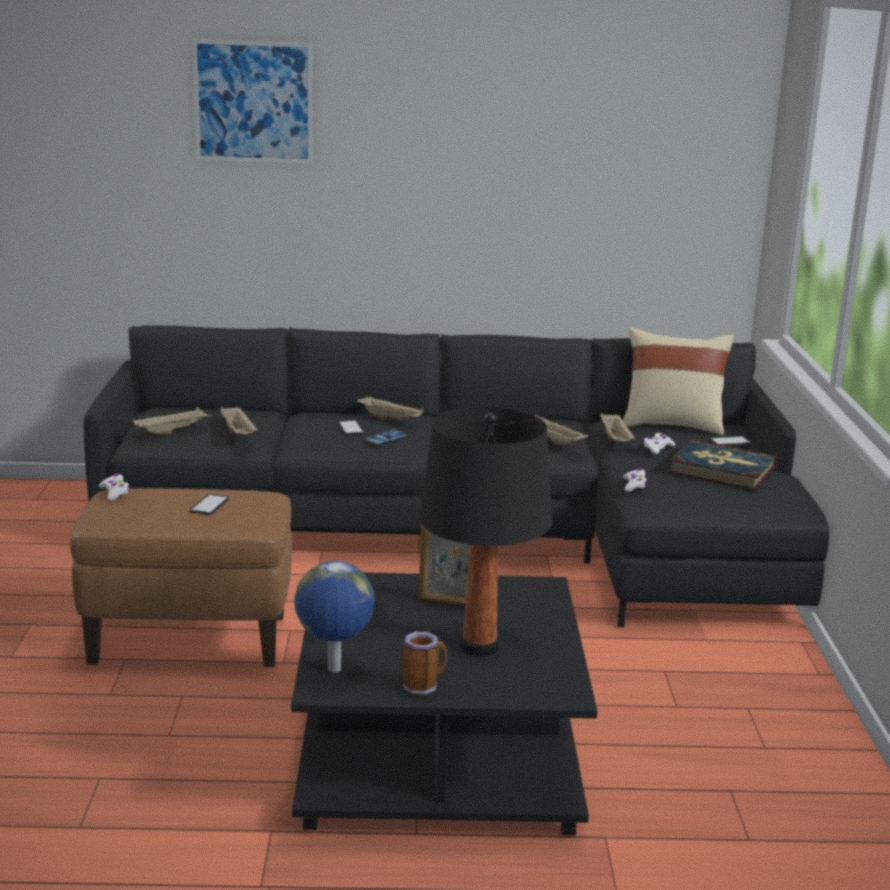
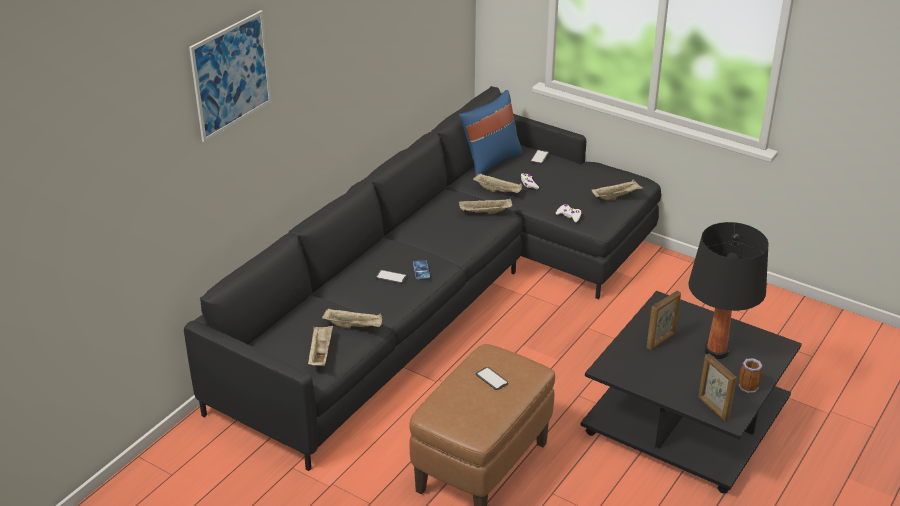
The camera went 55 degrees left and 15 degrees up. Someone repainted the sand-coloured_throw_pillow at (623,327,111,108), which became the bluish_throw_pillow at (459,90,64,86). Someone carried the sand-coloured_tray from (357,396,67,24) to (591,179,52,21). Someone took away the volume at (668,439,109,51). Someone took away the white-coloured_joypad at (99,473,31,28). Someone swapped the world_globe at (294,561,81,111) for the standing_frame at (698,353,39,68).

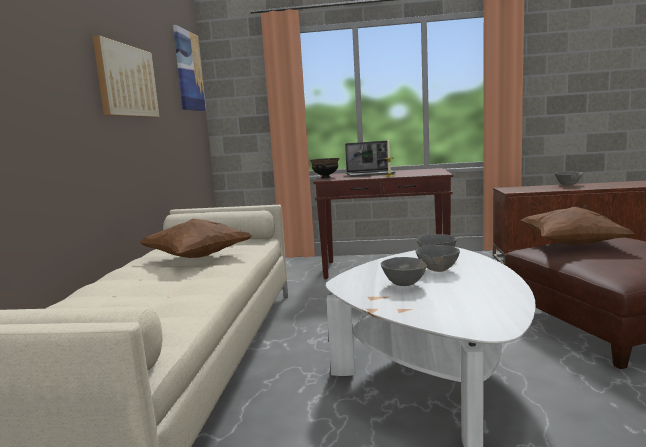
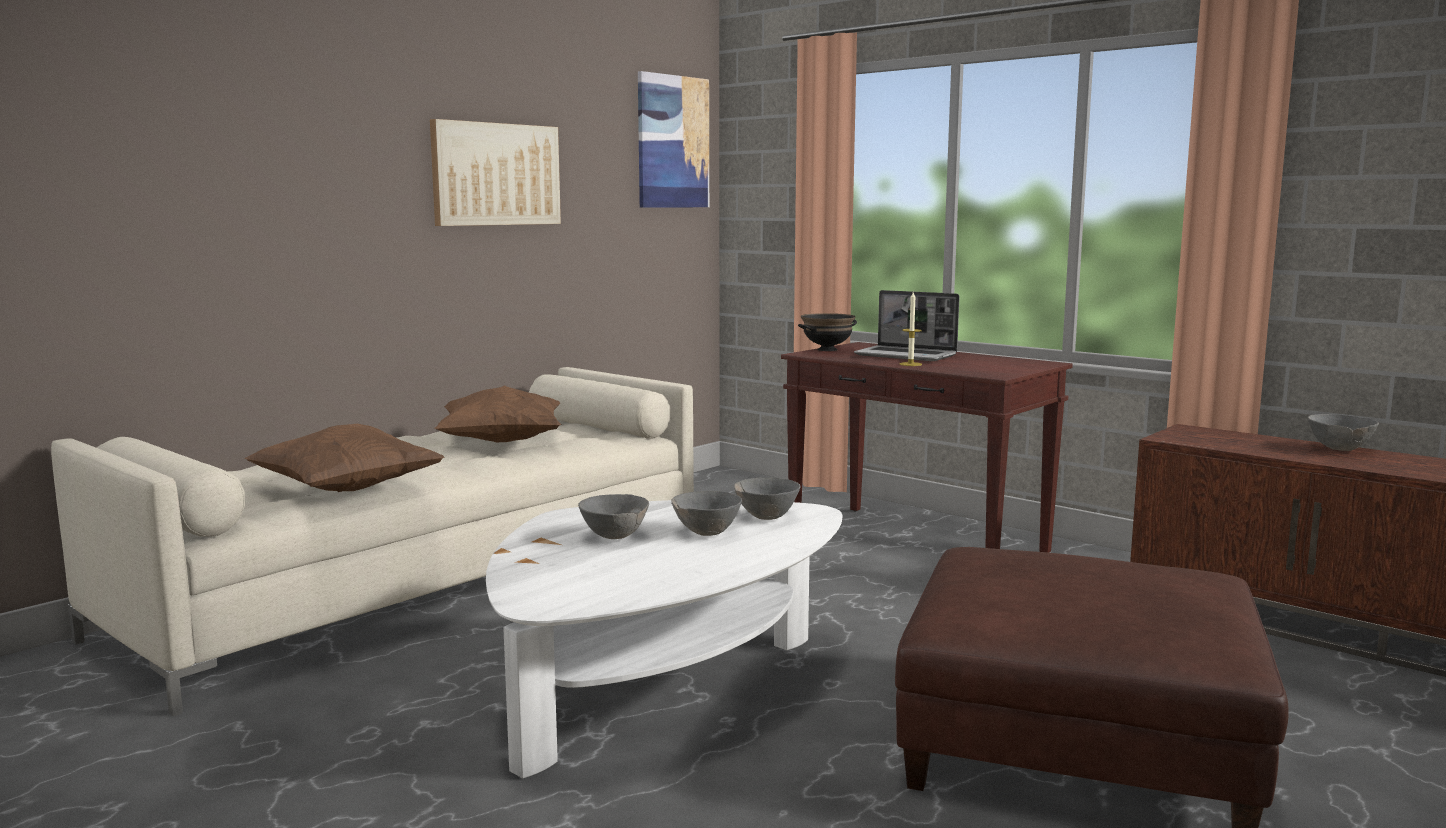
The camera went 35 degrees right and 0 degrees up. Someone carried the brownish_throw_pillow from (521,206,114,39) to (245,424,200,68).

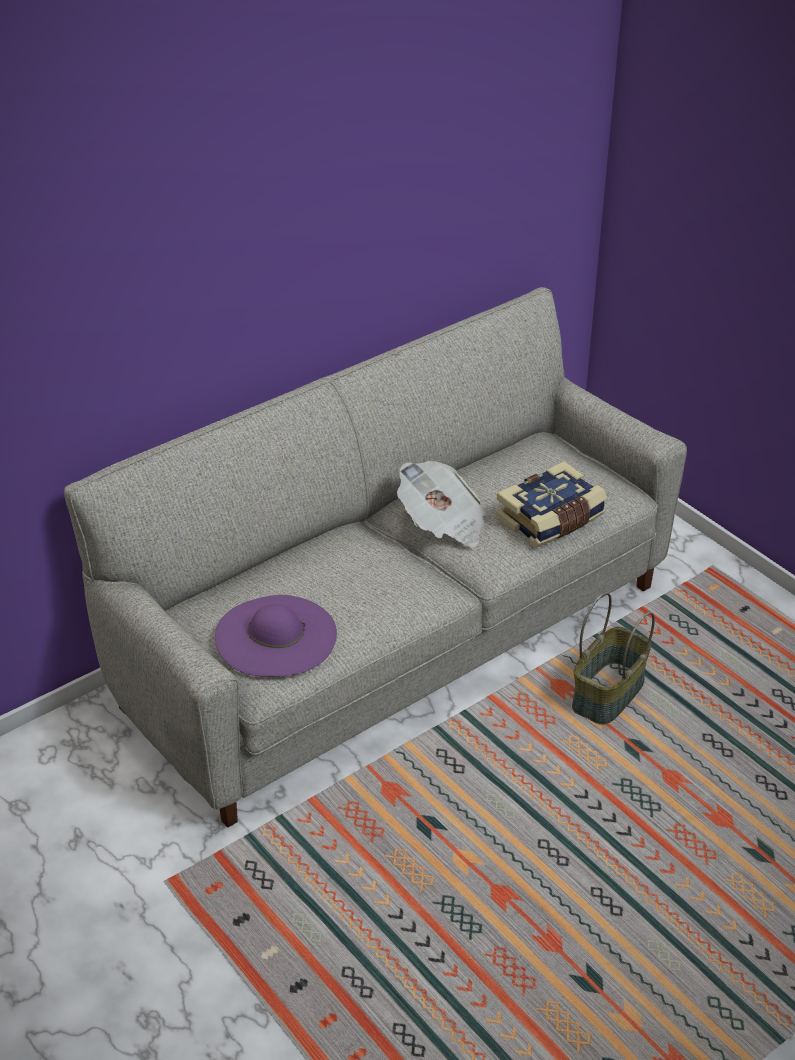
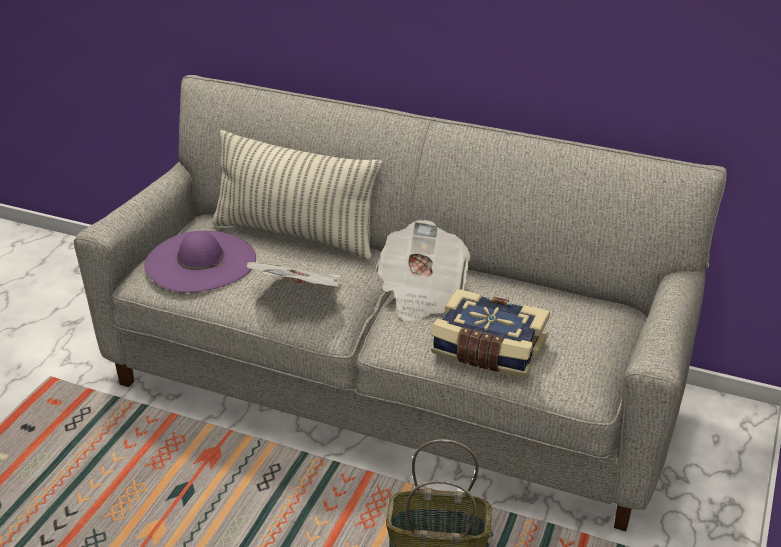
The camera went 60 degrees right and 5 degrees down. Someone put down the throw_pillow at (212,130,170,130). Someone put down the printed_paper at (247,262,95,25).

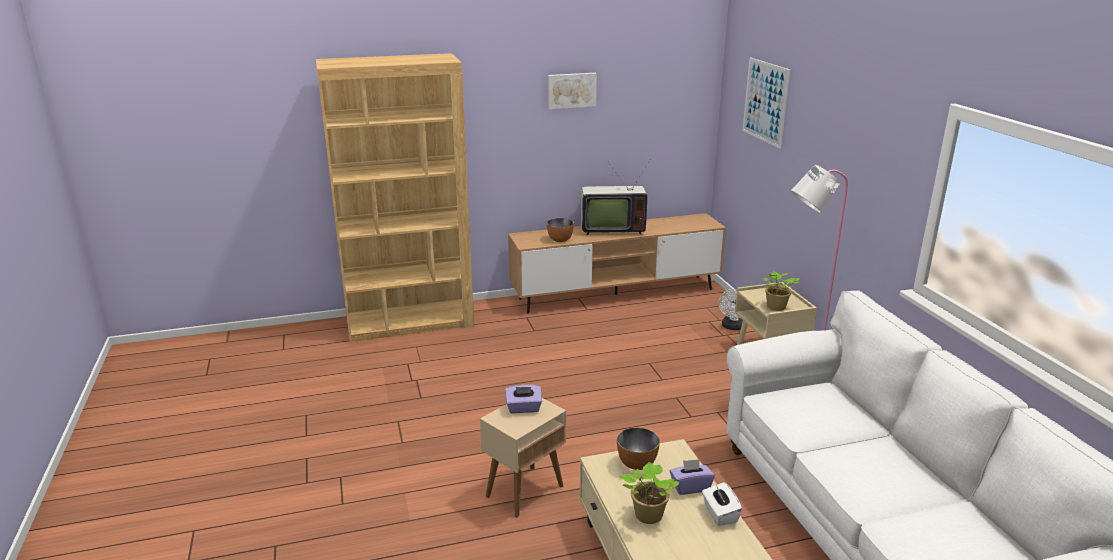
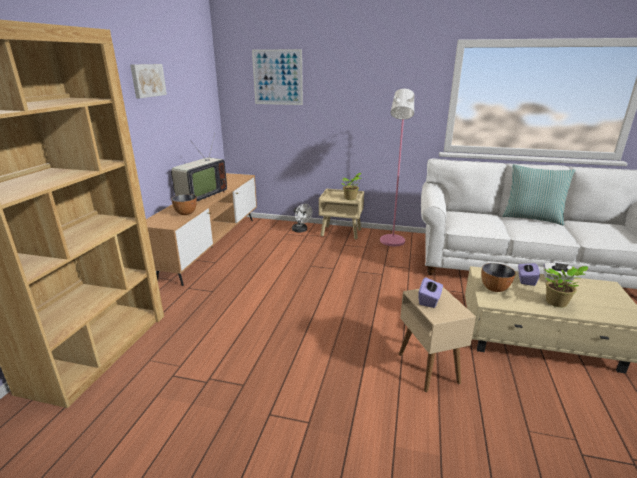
The camera went 60 degrees left and 0 degrees up. Someone put down the throw_pillow at (502,164,73,62).

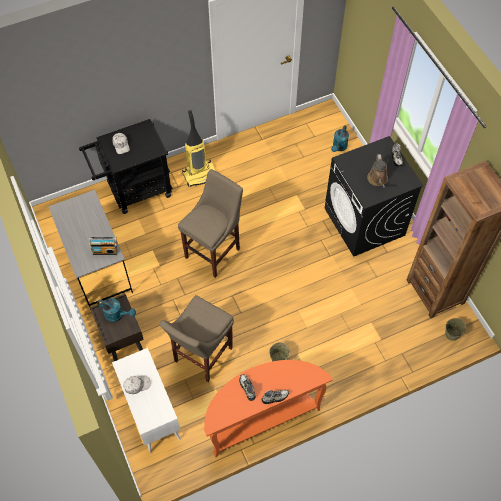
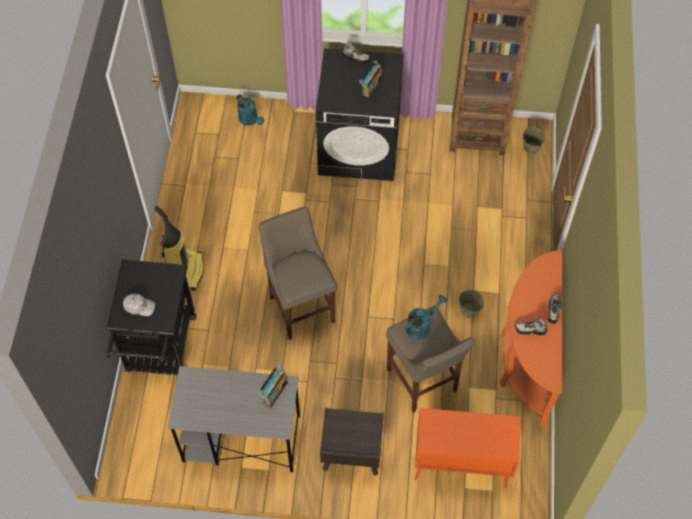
The camera went 60 degrees left and 0 degrees up. Someone swapped the brownish_sprinkling_can at (367,154,21,34) for the radio_set at (359,60,24,39). Someone carried the turquoise-coloured_sprinkling_can from (97,298,39,24) to (405,295,42,45). Someone repainted the white-coloured_storage_cabinet at (112,348,69,105), which became the orangey_storage_cabinet at (415,408,105,81). Someone took away the white-coloured_baseball_cap at (123,375,28,19).

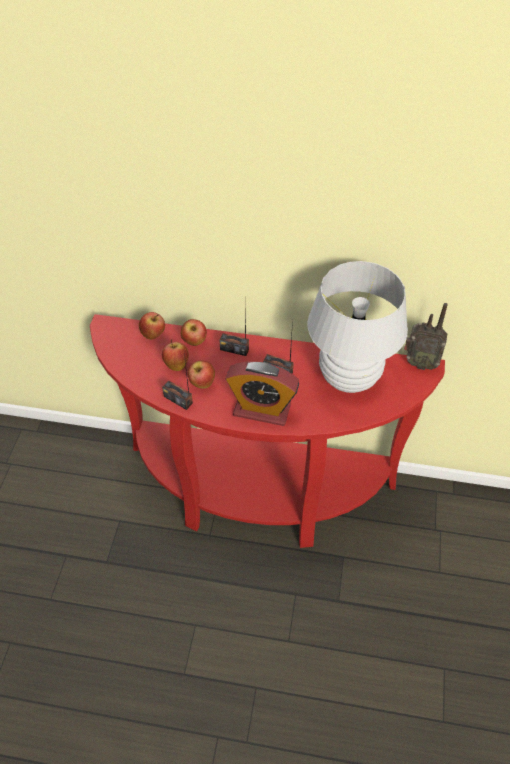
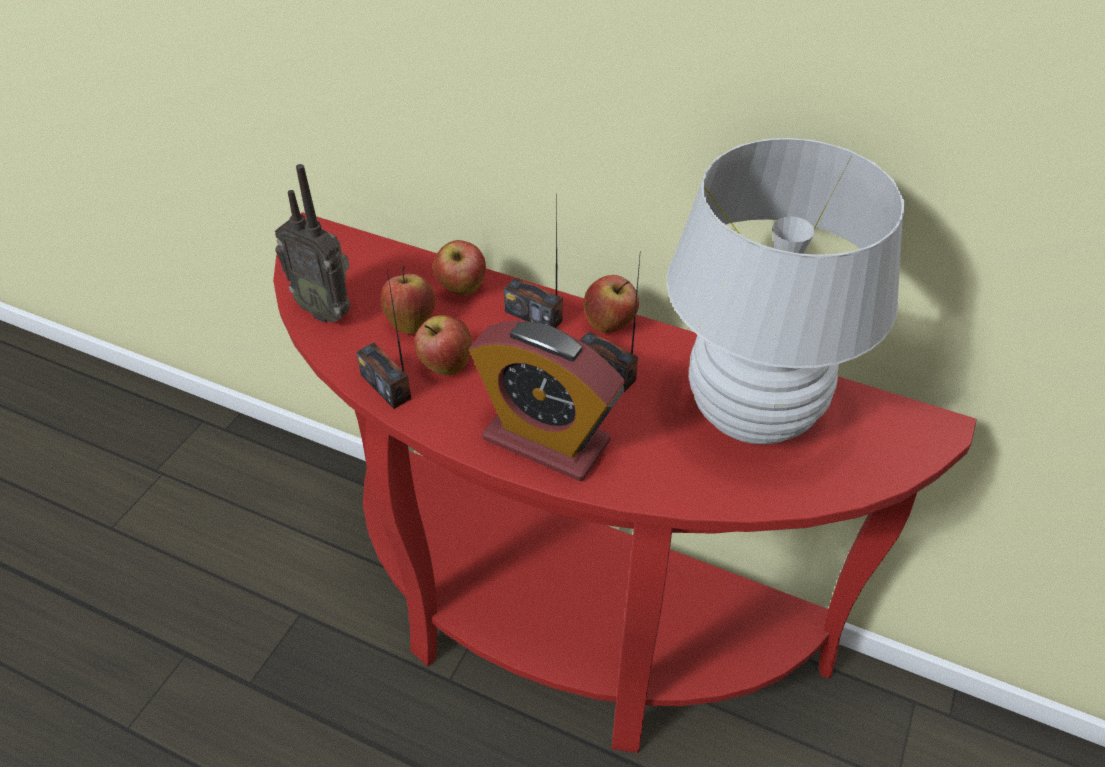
The camera went 15 degrees right and 5 degrees down. Someone carried the radio_set from (404,303,44,67) to (275,164,76,159). Someone carried the apple_fruit from (139,312,26,28) to (584,275,55,58).

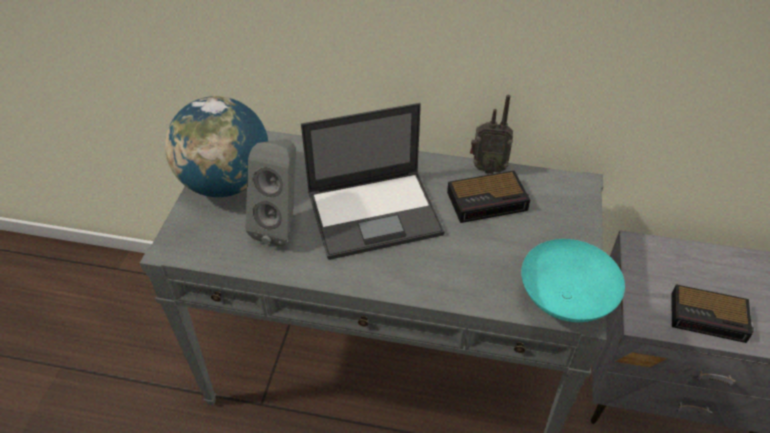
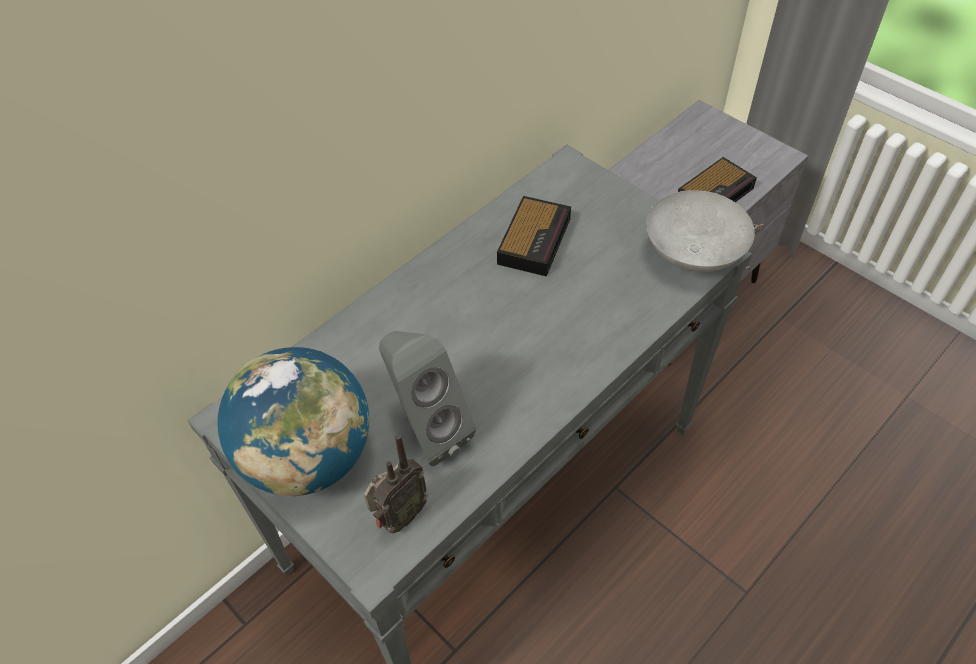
The camera went 55 degrees left and 5 degrees up. Someone carried the radio_set from (470,95,43,79) to (364,434,64,99). Someone took away the laptop at (301,103,144,157). Someone repainted the turquoise-coloured_bowl at (521,239,104,83), which became the gray_bowl at (646,190,109,82).

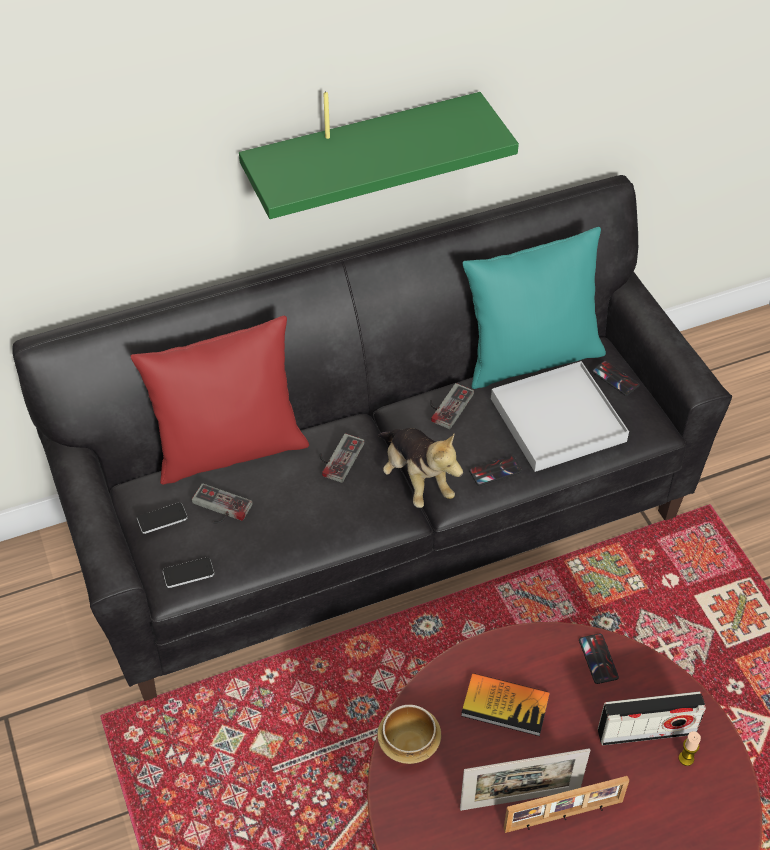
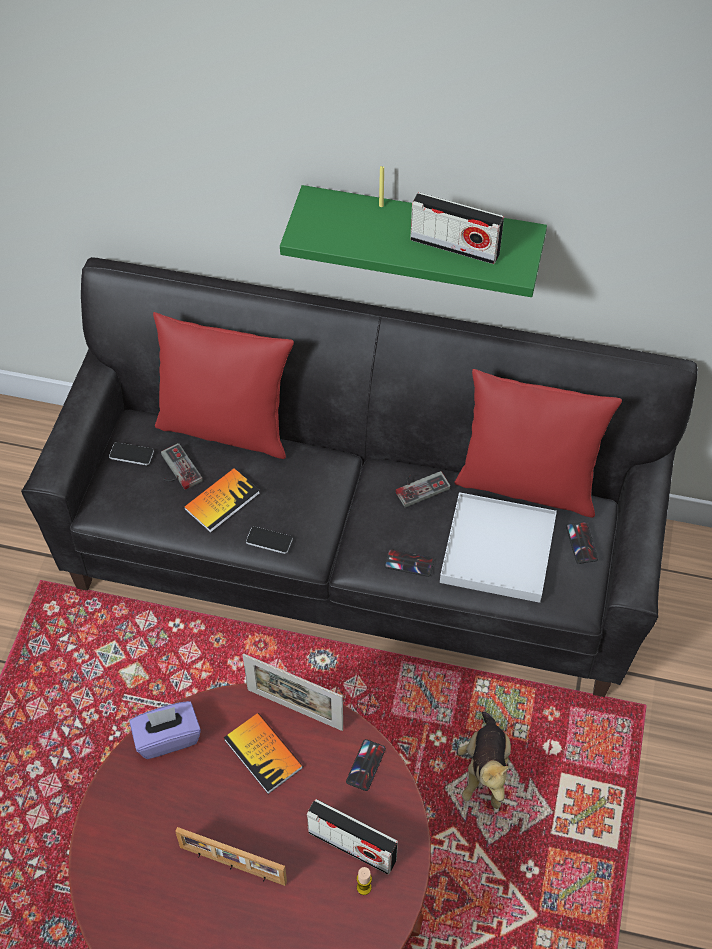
The camera went 35 degrees right and 5 degrees up. Someone repainted the turquoise-coloured_throw_pillow at (463,227,143,162), which became the red_throw_pillow at (455,369,167,149). Someone carried the cuddly_toy from (378,428,85,80) to (458,712,53,97). Someone took away the joypad at (320,434,45,49). Someone carried the telephone from (163,557,51,31) to (246,526,47,28). Someone swapped the bowl at (377,705,64,59) for the purple_tissue_box at (129,701,72,58). Someone carried the standing_frame from (460,748,130,63) to (243,654,100,77). Someone put down the radio_set at (410,192,94,72). Someone put down the volume at (184,468,76,65).

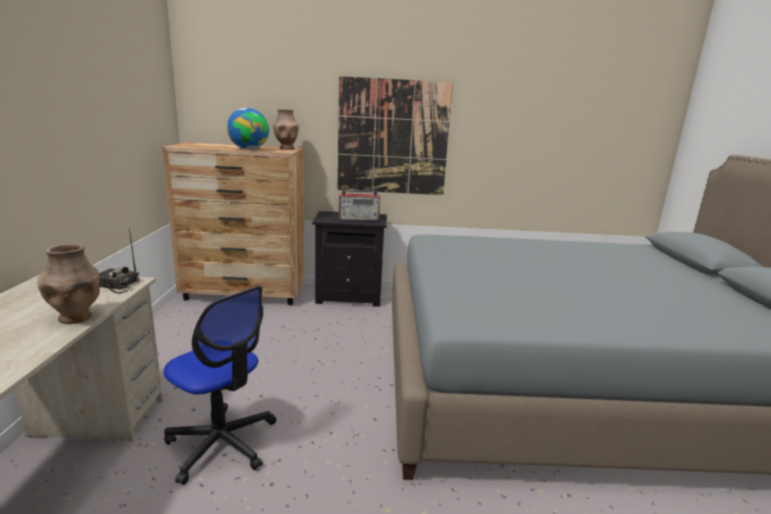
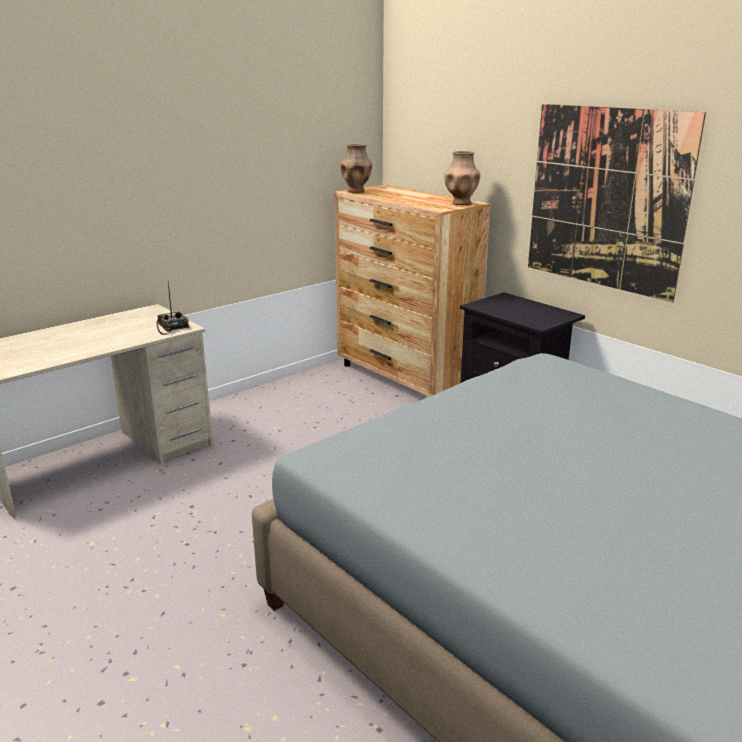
The camera went 50 degrees right and 5 degrees up. Someone took away the world_globe at (227,108,42,42). Someone took away the radio_set at (339,190,41,31). Someone carried the brownish_vase from (37,243,63,81) to (340,143,32,50). Someone took away the desk_chair at (164,286,112,199).

